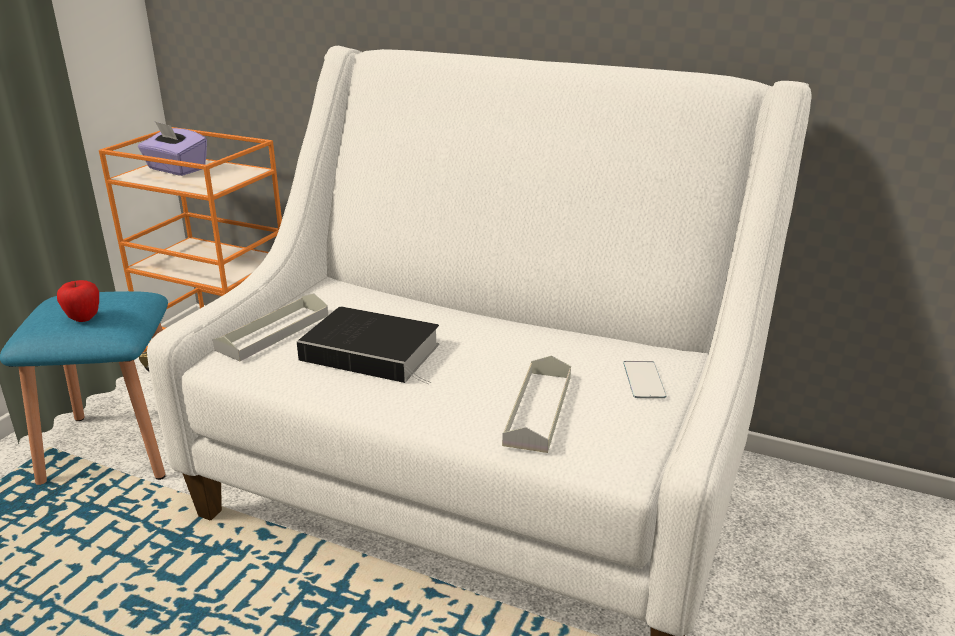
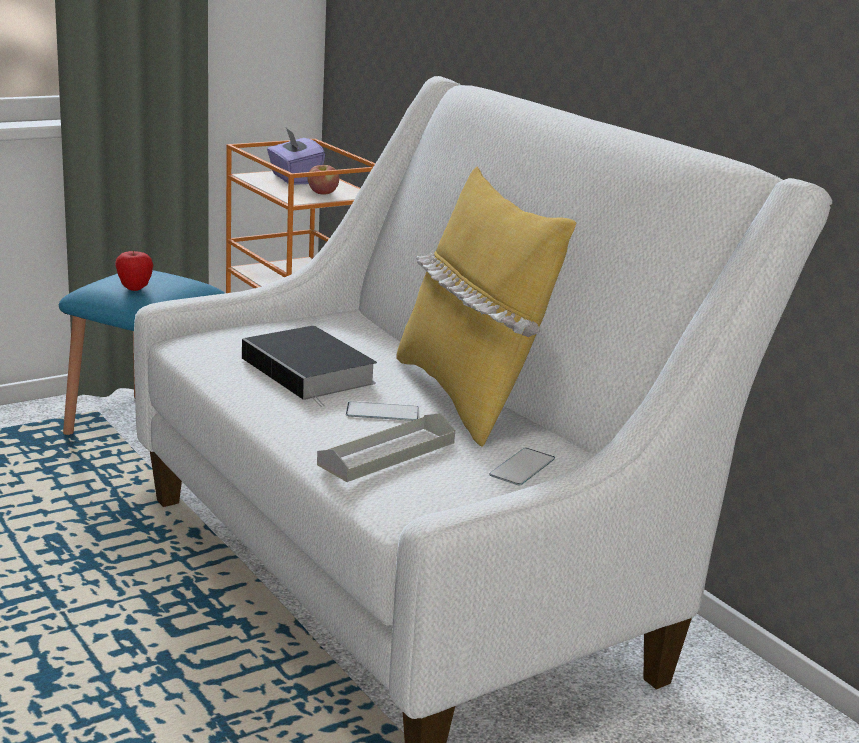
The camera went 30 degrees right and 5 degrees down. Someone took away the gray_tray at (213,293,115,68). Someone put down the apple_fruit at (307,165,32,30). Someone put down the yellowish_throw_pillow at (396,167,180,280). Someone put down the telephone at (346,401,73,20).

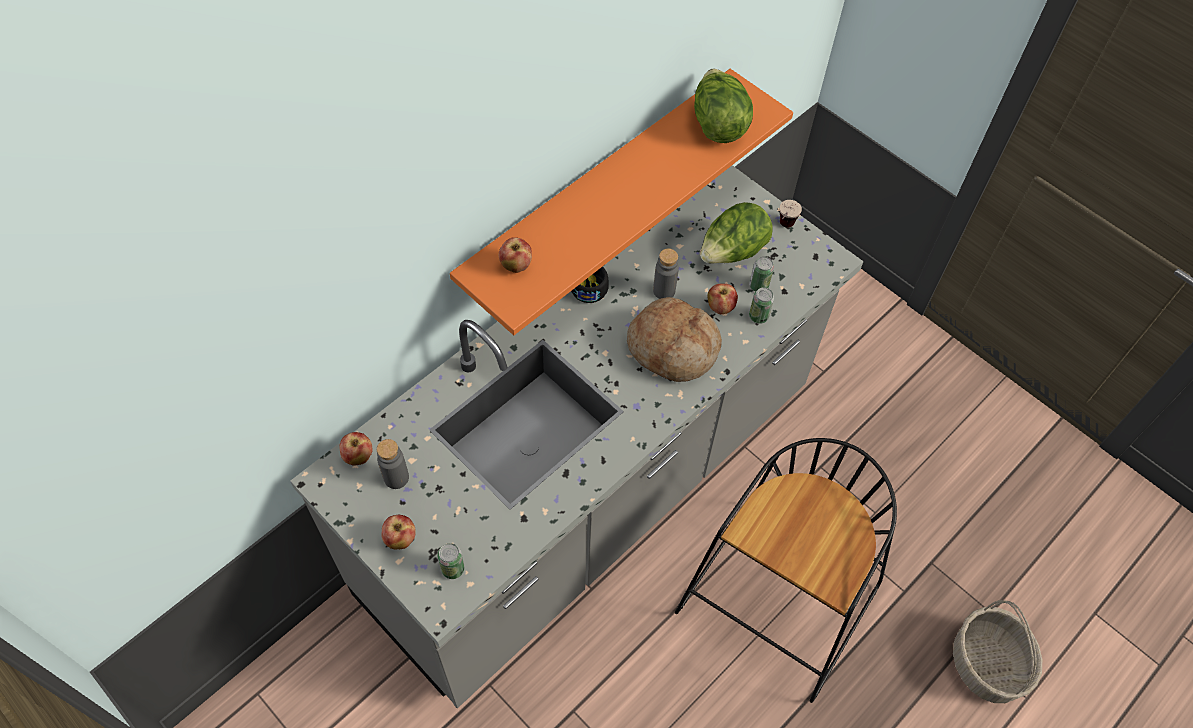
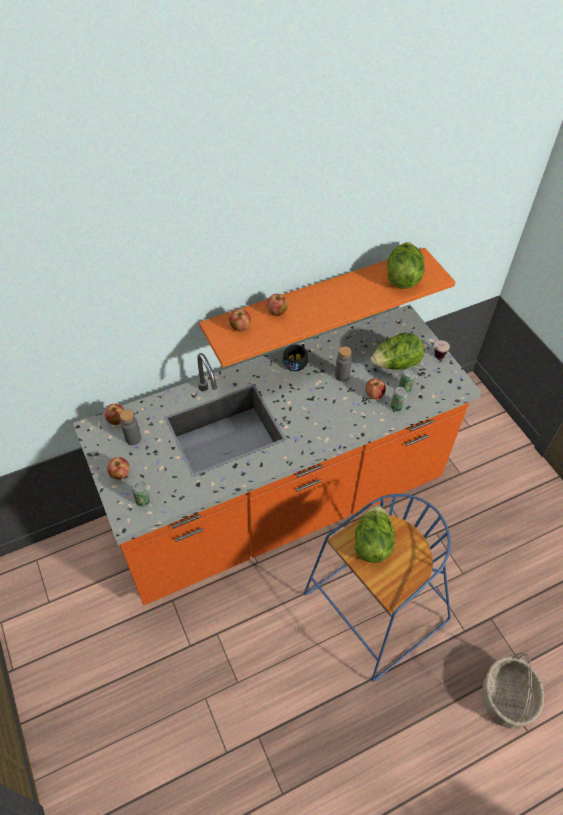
The camera went 20 degrees right and 5 degrees down. Someone repainted the gray_kitchen_base_unit at (290,165,574,543), which became the orangey_kitchen_base_unit at (73,304,409,301). Someone took away the bread at (627,297,95,85). Someone repainted the blackish_sitting_stool at (675,438,222,265), which became the bluish_sitting_stool at (303,494,148,187). Someone put down the apple_fruit at (267,294,21,22). Someone put down the lettuce at (355,505,39,58).

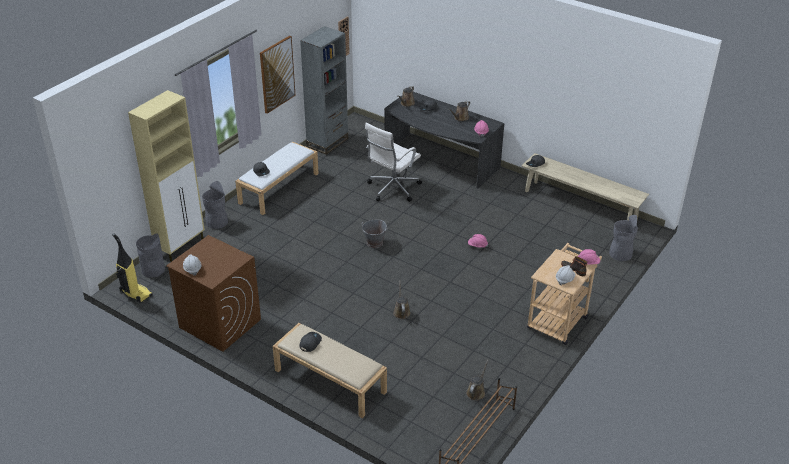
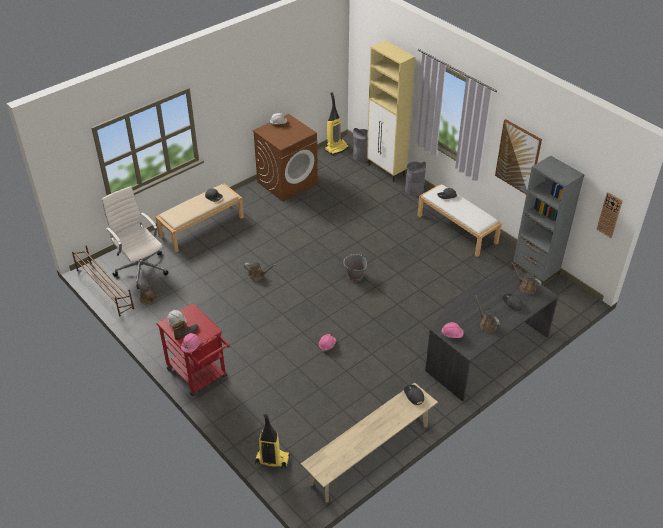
The camera went 105 degrees right and 5 degrees up. Someone carried the white-coloured_desk_chair from (365,123,57,79) to (102,186,66,103). Someone swapped the gray_waste_bin at (609,215,29,46) for the vacuum at (255,414,35,55). Someone repainted the sand-coloured_wheeled_cart at (527,243,75,102), which became the red_wheeled_cart at (156,303,74,93).

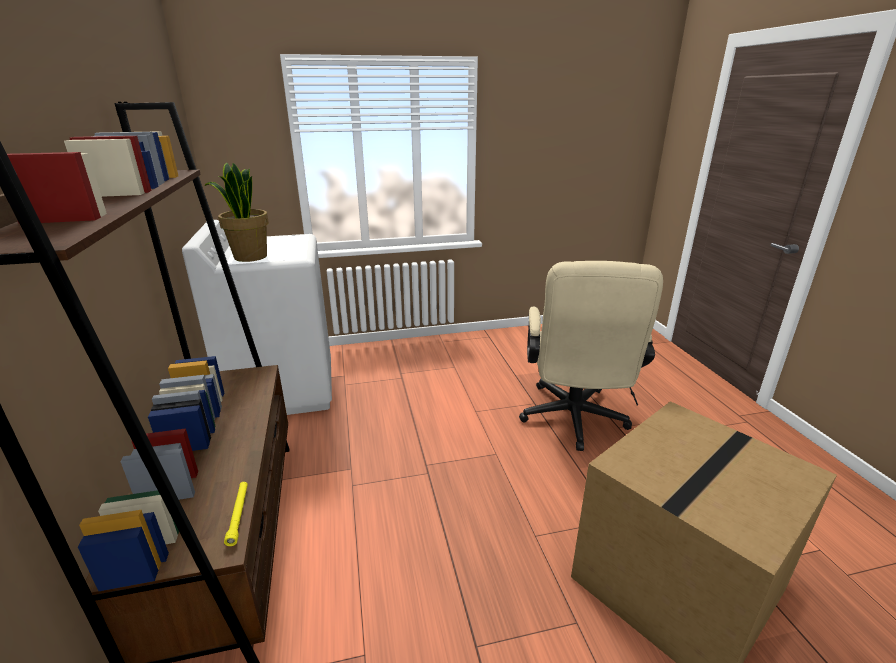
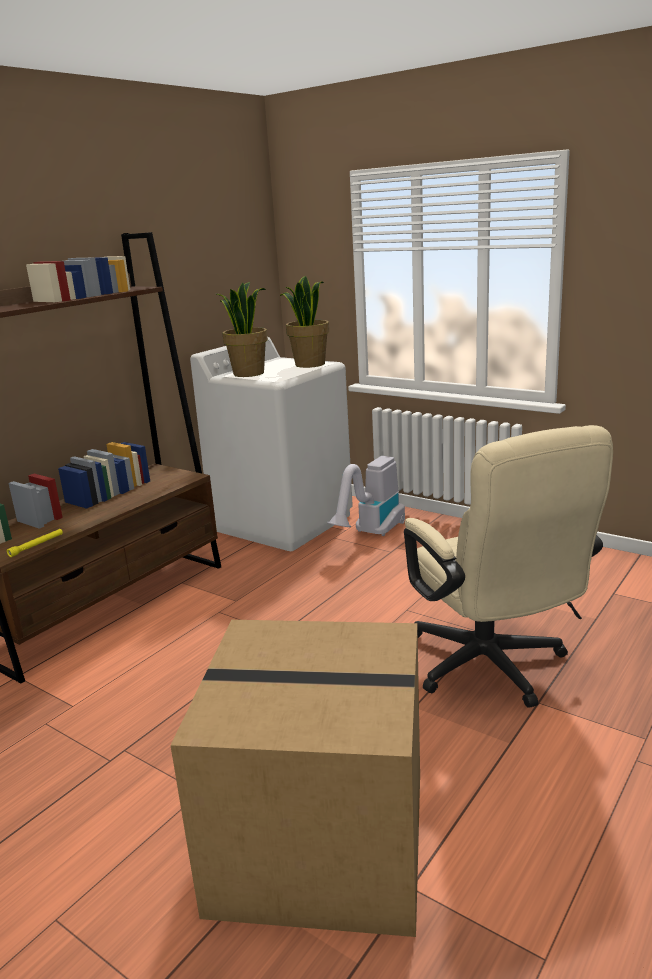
The camera went 50 degrees right and 5 degrees down. Someone rotated the sand-coloured_desk_chair at (519,261,144,190) by 75 degrees counterclockwise. Someone put down the potted_plant at (280,275,49,93). Someone put down the vacuum at (327,456,78,80).

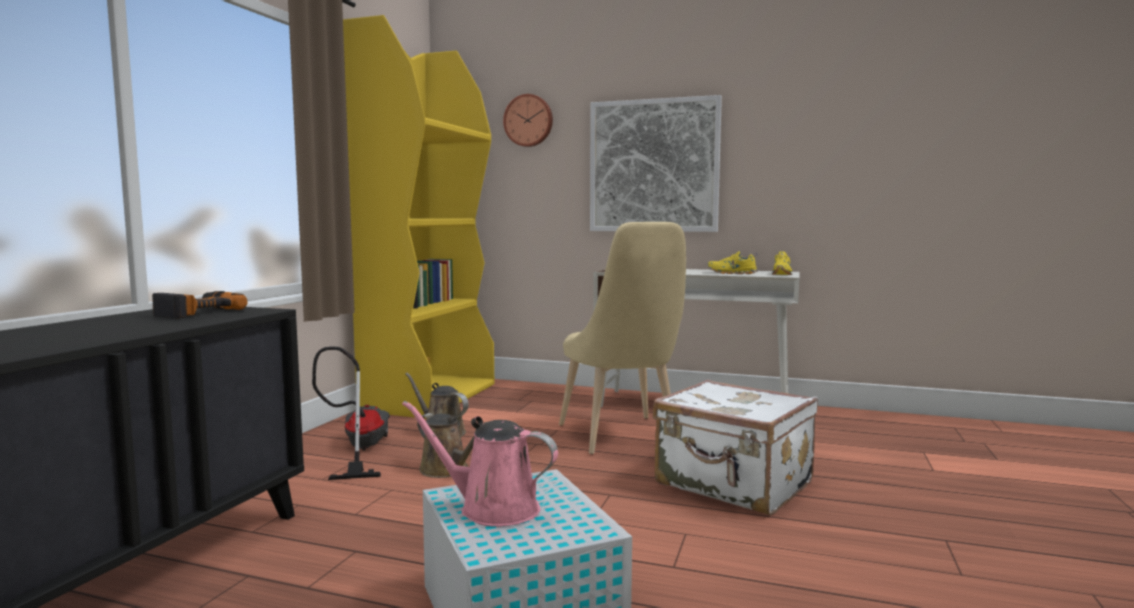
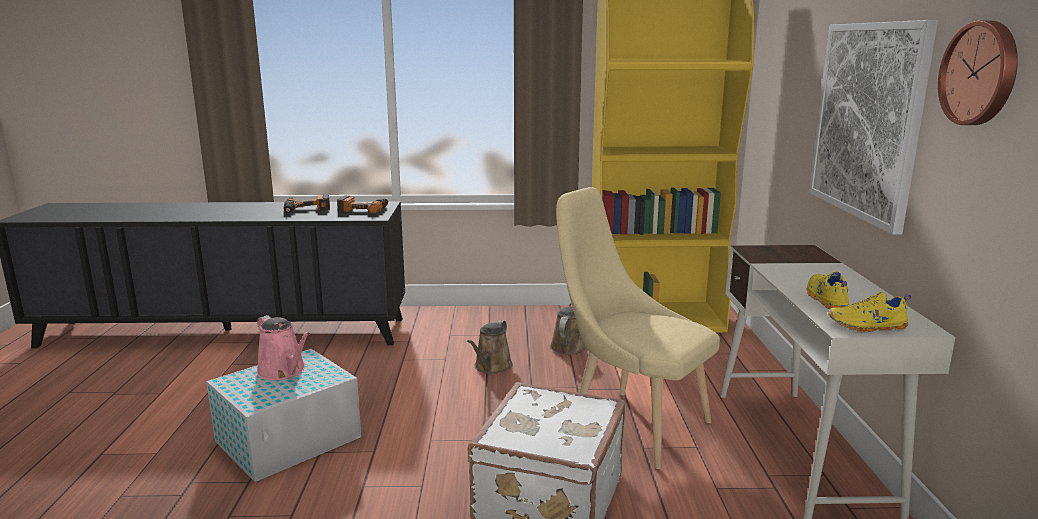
The camera went 70 degrees right and 10 degrees up. Someone carried the wall_clock from (503,94,50,53) to (938,21,80,104). Someone rotated the sand-coloured_upright_chair at (559,222,127,232) by 75 degrees clockwise. Someone took away the vacuum at (312,346,78,134). Someone rotated the pink_sprinkling_can at (402,401,156,126) by 135 degrees clockwise. Someone put down the drill at (284,194,46,19).

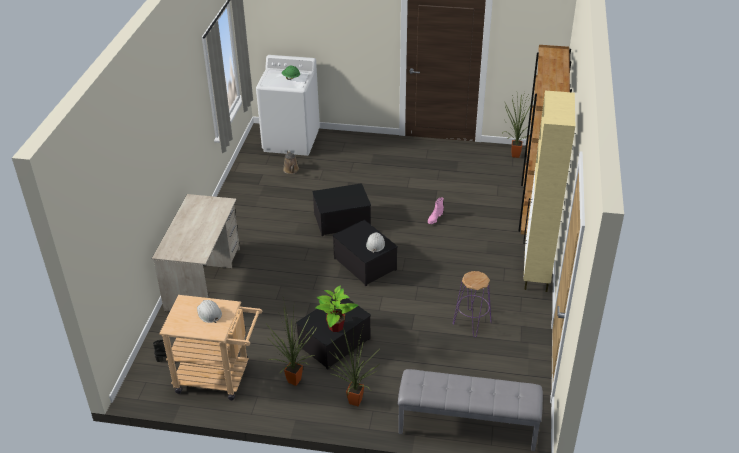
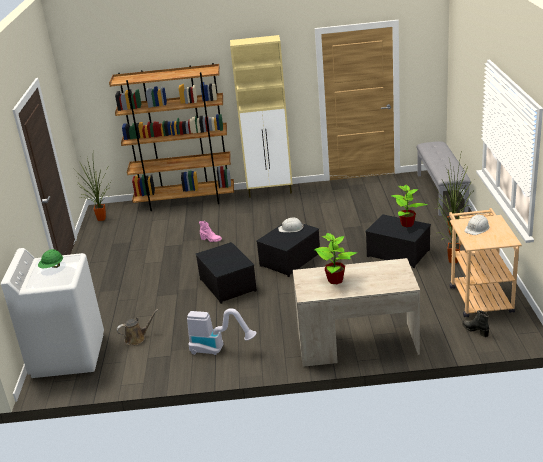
The camera went 100 degrees left and 10 degrees down. Someone took away the purple_sitting_stool at (453,271,39,66). Someone put down the potted_plant at (314,233,43,51). Someone put down the vacuum at (187,308,70,47).

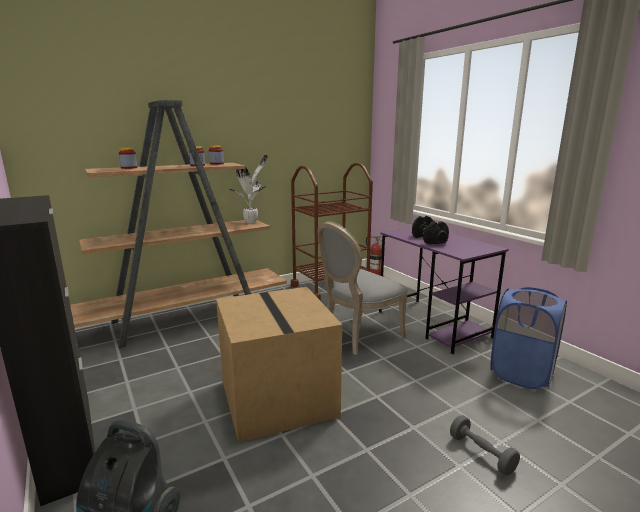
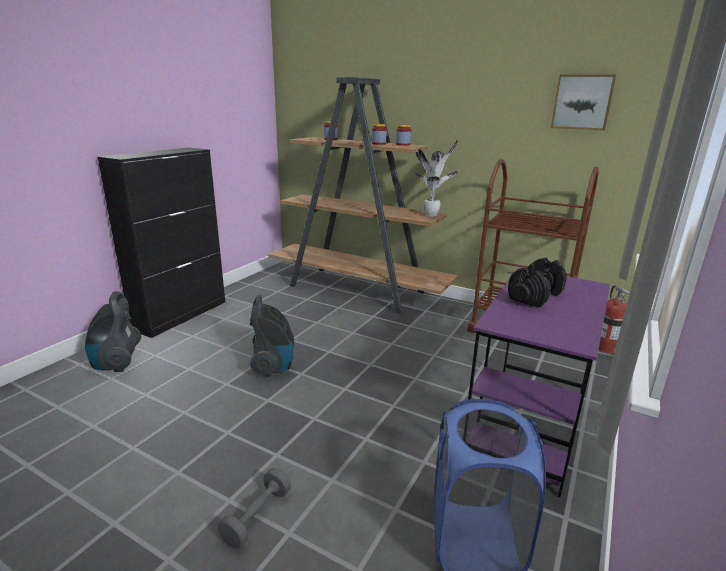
The camera went 60 degrees right and 5 degrees up. Someone took away the gray_upright_chair at (318,221,90,134). Someone swapped the cardboard_box at (216,287,126,156) for the vacuum at (250,295,44,82). Someone put up the picture at (551,74,65,57).

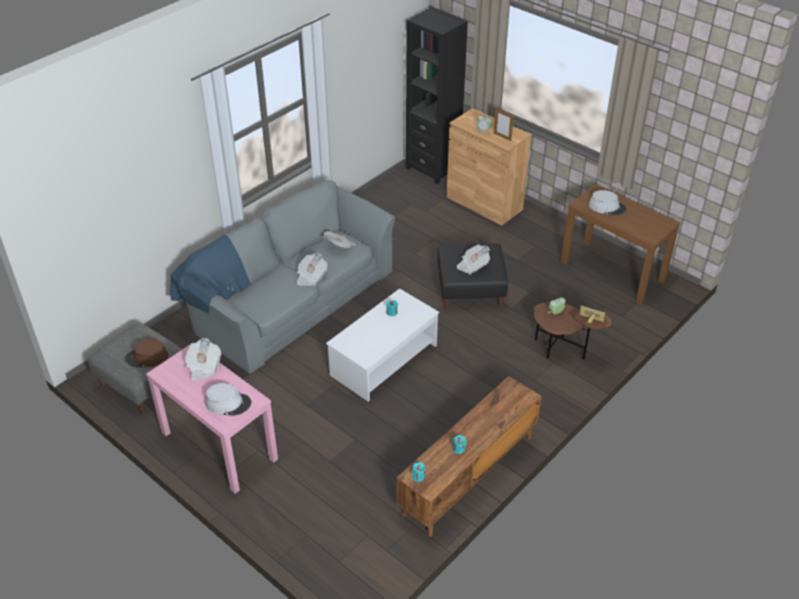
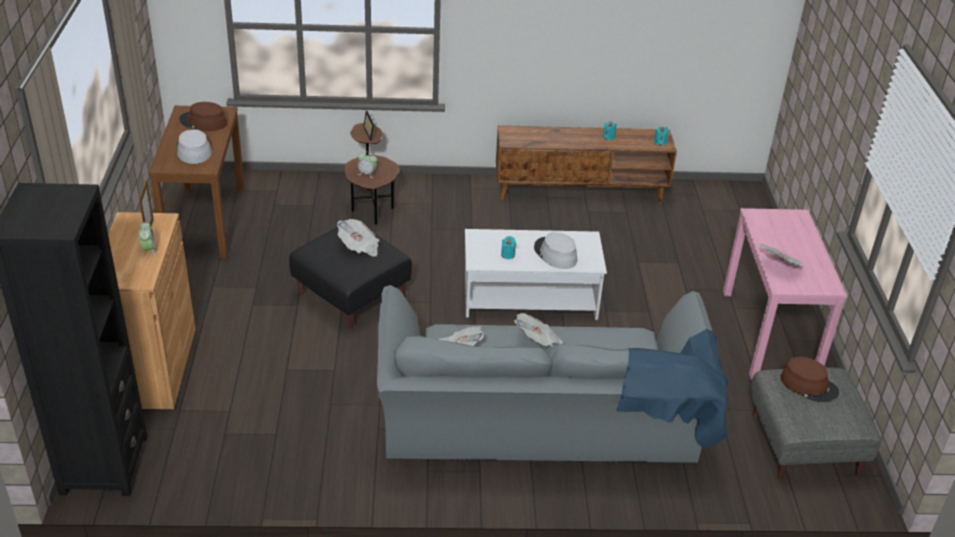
The camera went 135 degrees left and 5 degrees down. Someone carried the gray_wearable_hat from (205,383,47,33) to (534,232,43,37). Someone put down the brownish_wearable_hat at (179,102,48,29).

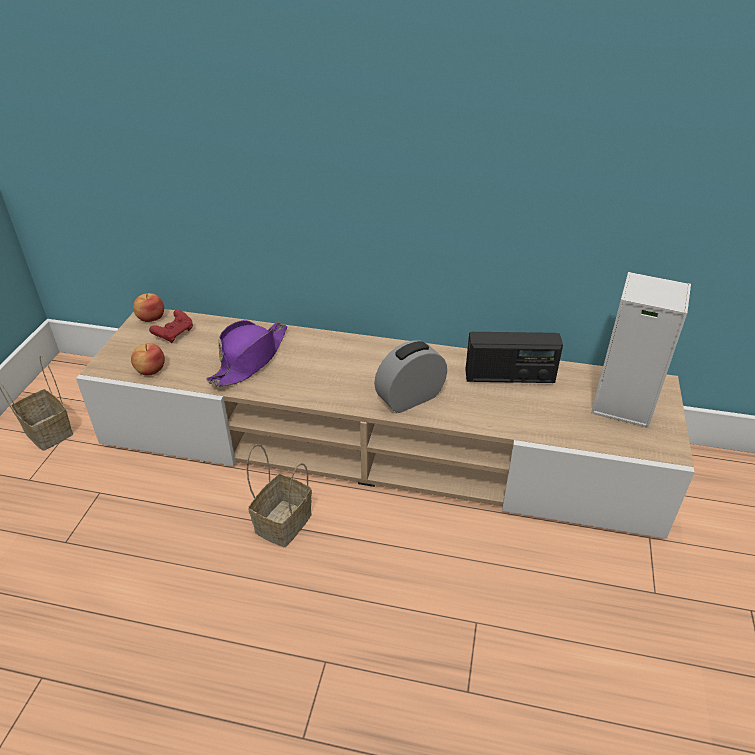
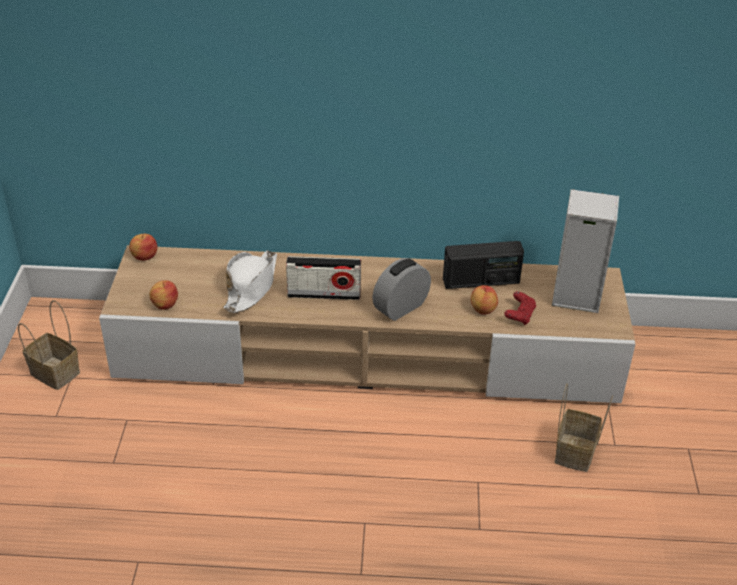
The camera went 10 degrees left and 0 degrees up. Someone carried the red_joypad from (149,310,44,33) to (504,291,32,34). Someone repainted the purple_wearable_hat at (206,320,81,67), which became the white-coloured_wearable_hat at (223,250,54,63). Someone carried the storage_basket from (247,444,65,103) to (555,383,58,89). Someone put down the radio_set at (286,256,75,44). Someone put down the apple_fruit at (471,285,27,30).

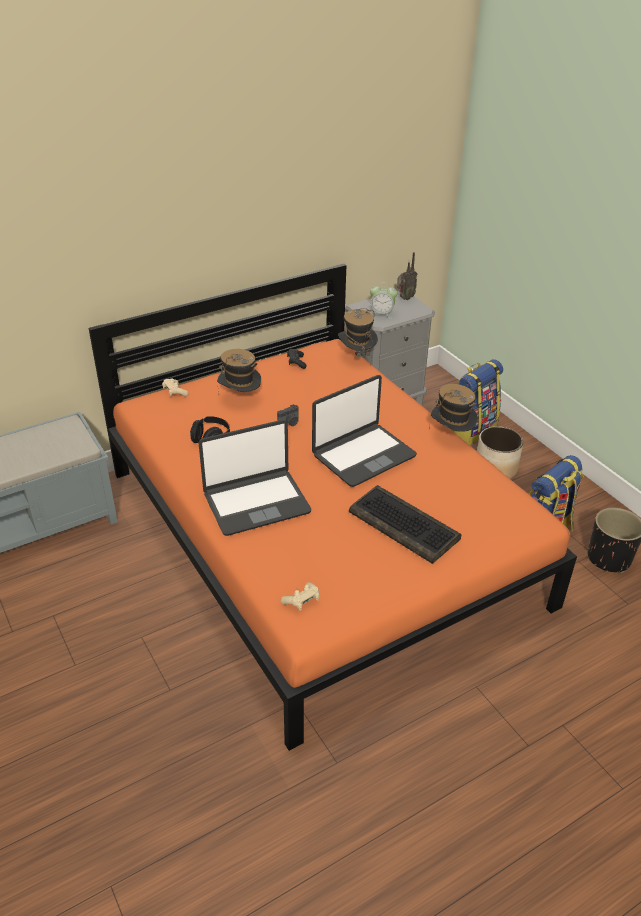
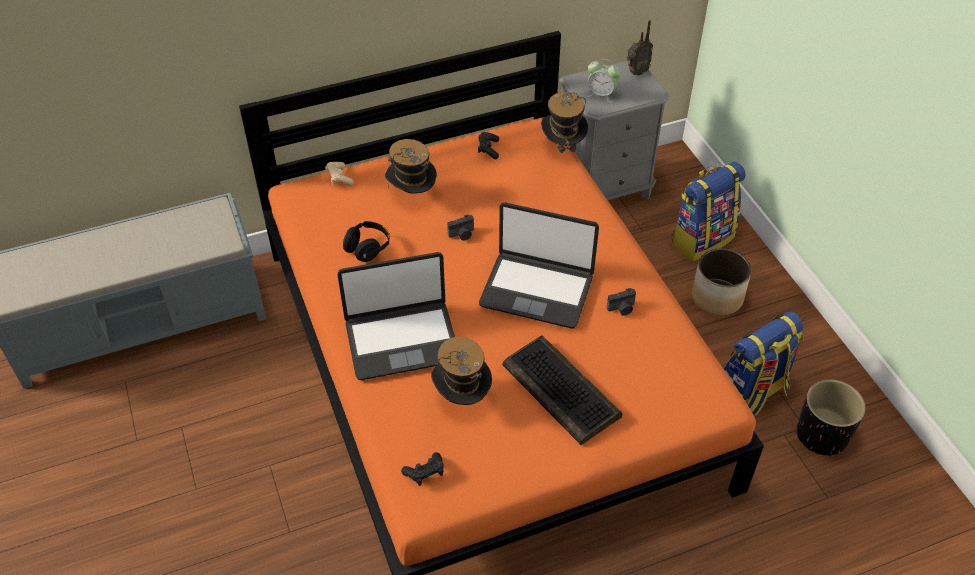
The camera went 10 degrees right and 10 degrees up. Someone rotated the laptop at (312,375,105,112) by 45 degrees clockwise. Someone carried the wearable_hat from (429,384,49,47) to (431,337,61,68). Someone repainted the sand-coloured_joypad at (281,582,38,29), which became the blackish_joypad at (401,452,43,34). Someone put down the still_camera at (607,288,29,28).

